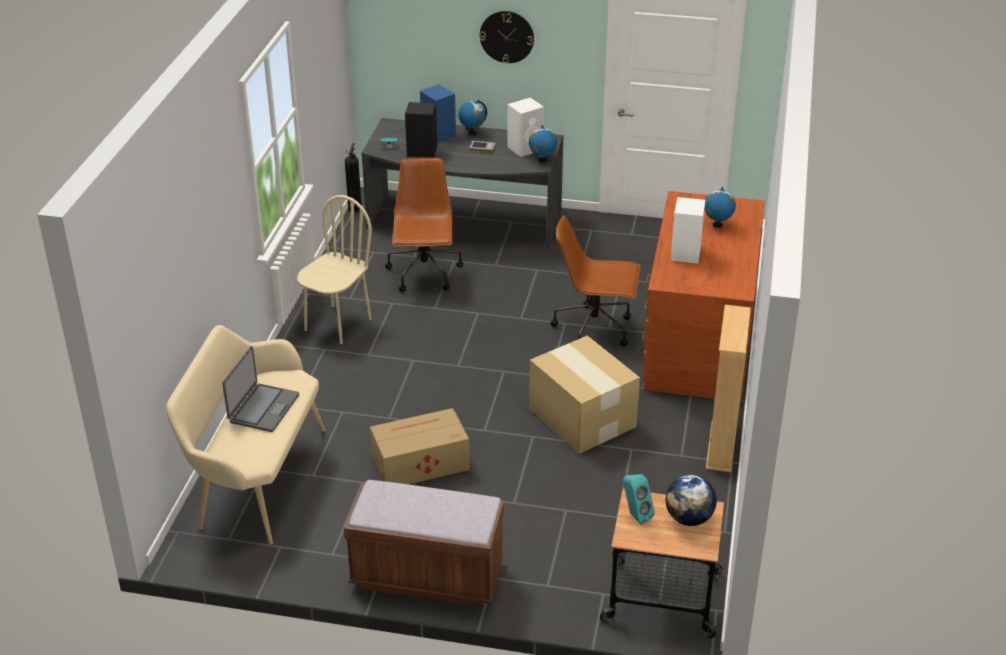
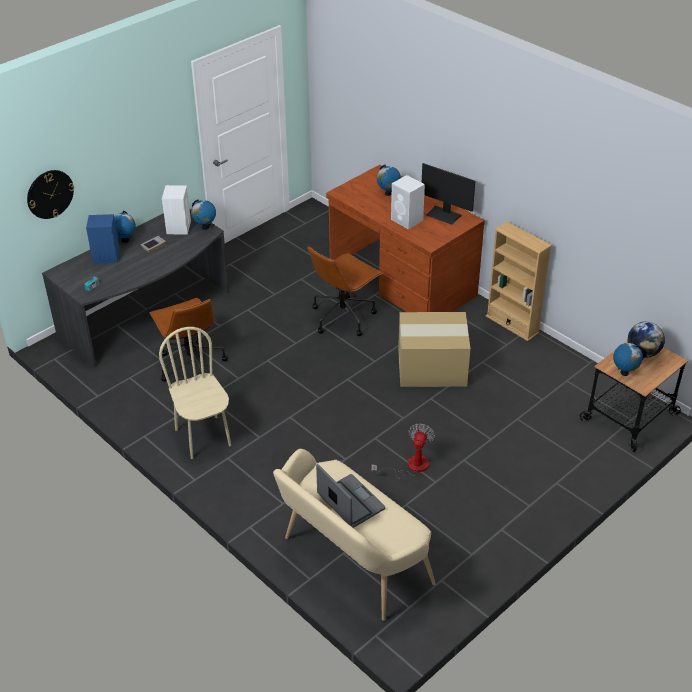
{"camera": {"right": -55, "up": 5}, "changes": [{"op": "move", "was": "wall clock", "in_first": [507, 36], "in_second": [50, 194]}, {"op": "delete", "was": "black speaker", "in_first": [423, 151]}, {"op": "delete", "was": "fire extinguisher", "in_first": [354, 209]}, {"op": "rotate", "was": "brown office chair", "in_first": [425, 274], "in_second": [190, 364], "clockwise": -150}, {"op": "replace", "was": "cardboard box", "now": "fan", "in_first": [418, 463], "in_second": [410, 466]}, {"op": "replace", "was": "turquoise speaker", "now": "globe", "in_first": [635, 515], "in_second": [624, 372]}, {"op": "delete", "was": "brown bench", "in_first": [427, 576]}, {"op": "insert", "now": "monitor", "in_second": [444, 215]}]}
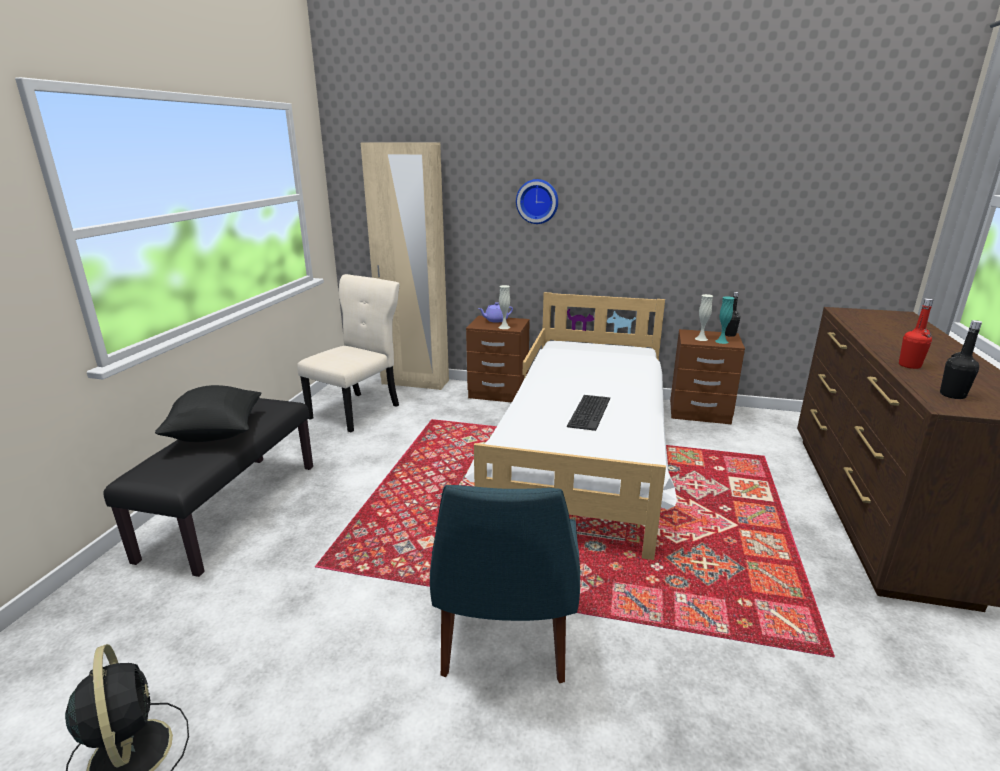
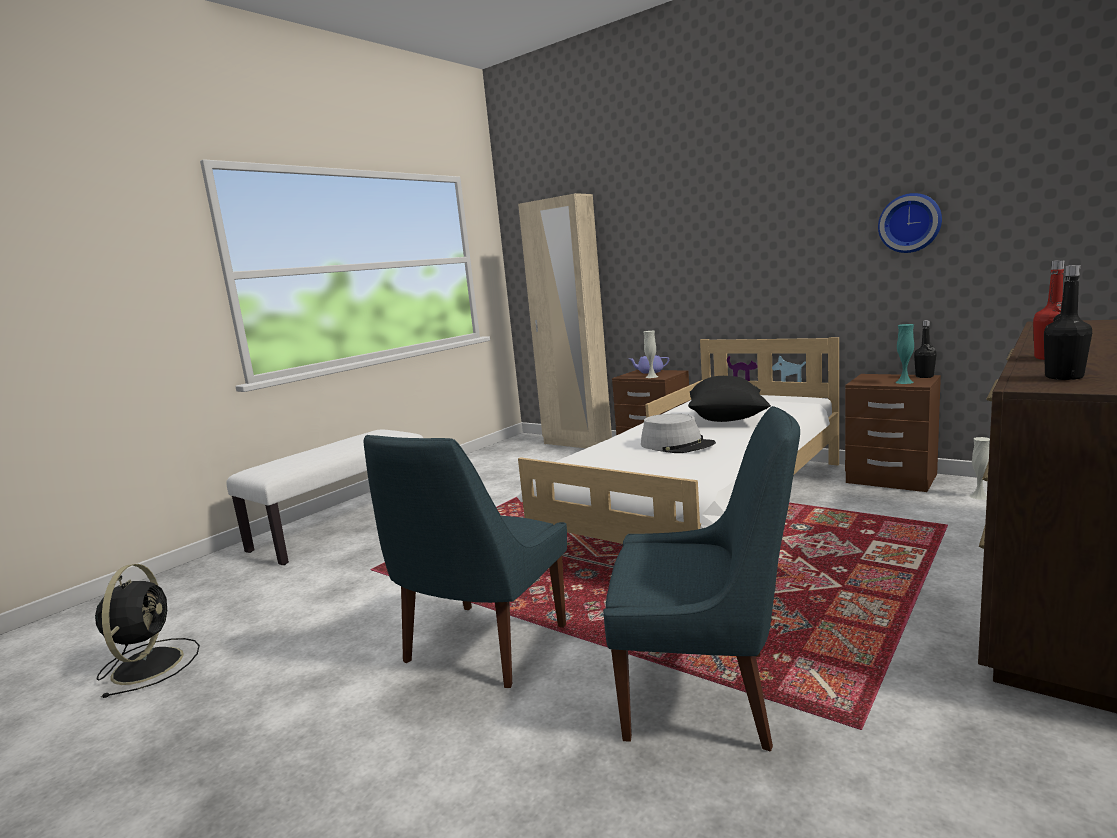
{"camera": {"right": 25, "up": -10}, "changes": [{"op": "move", "was": "wall clock", "in_first": [537, 201], "in_second": [910, 223]}, {"op": "delete", "was": "beige chair", "in_first": [357, 411]}, {"op": "move", "was": "white vase", "in_first": [701, 339], "in_second": [979, 496]}, {"op": "move", "was": "black pillow", "in_first": [216, 433], "in_second": [727, 419]}, {"op": "replace", "was": "keyboard", "now": "grey hat", "in_first": [588, 412], "in_second": [677, 445]}, {"op": "recolor", "was": "black bench", "now": "white bench", "in_first": [232, 509], "in_second": [344, 525]}, {"op": "insert", "now": "blue chair", "in_second": [705, 695]}]}
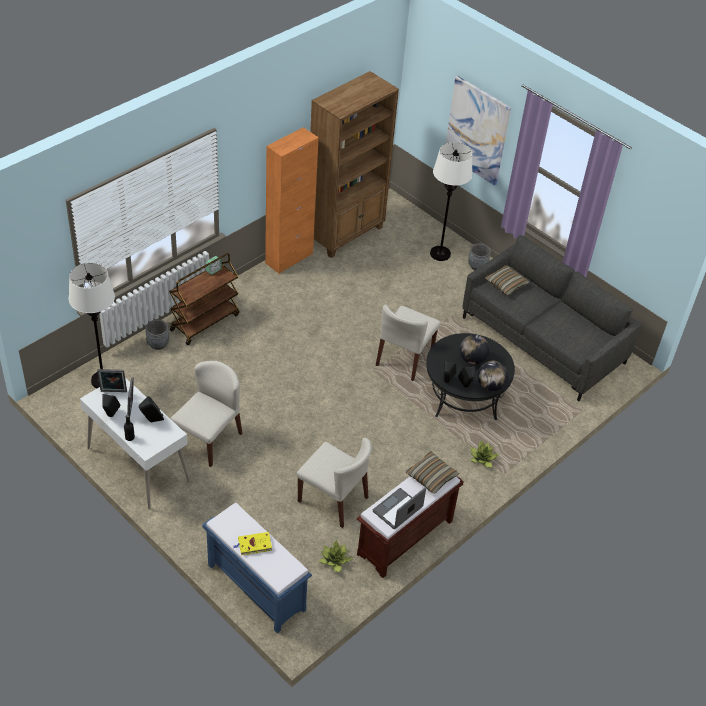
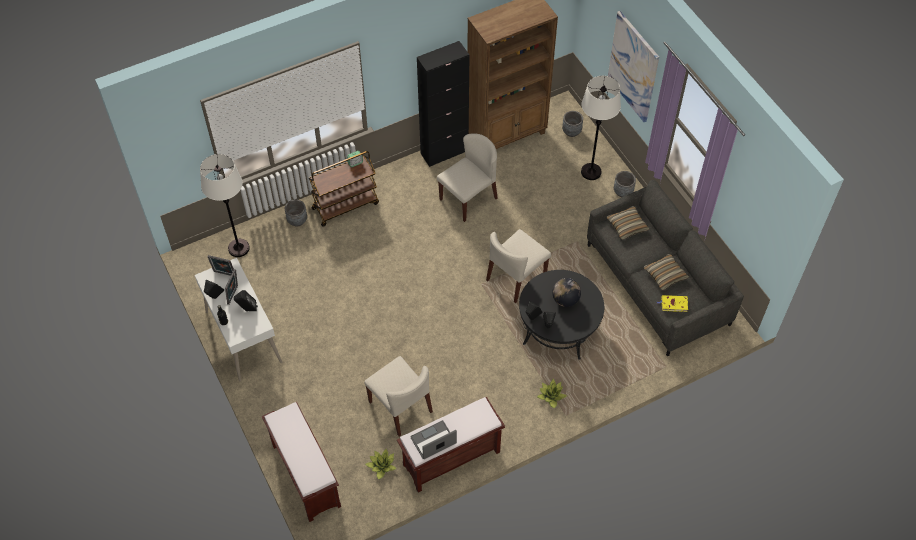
{"camera": {"right": 20, "up": 10}, "changes": [{"op": "recolor", "was": "orange cabinet", "now": "black cabinet", "in_first": [289, 258], "in_second": [444, 152]}, {"op": "move", "was": "beige chair", "in_first": [208, 439], "in_second": [468, 198]}, {"op": "delete", "was": "globe", "in_first": [490, 386]}, {"op": "move", "was": "pillow", "in_first": [431, 476], "in_second": [665, 275]}, {"op": "recolor", "was": "blue bench", "now": "brown bench", "in_first": [255, 587], "in_second": [305, 475]}, {"op": "move", "was": "yellow book", "in_first": [253, 545], "in_second": [673, 304]}, {"op": "insert", "now": "grey planter", "in_second": [571, 131]}]}
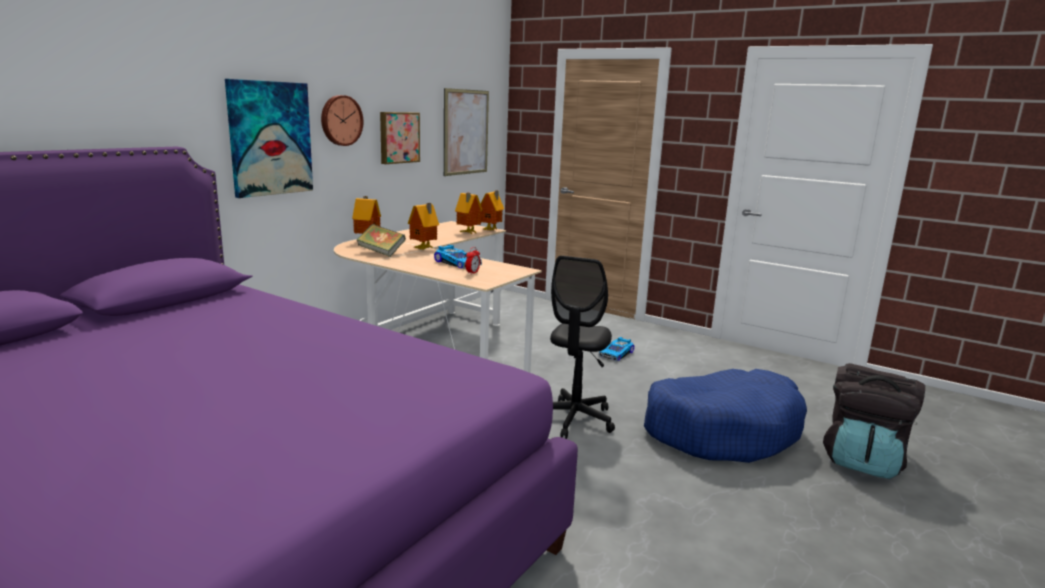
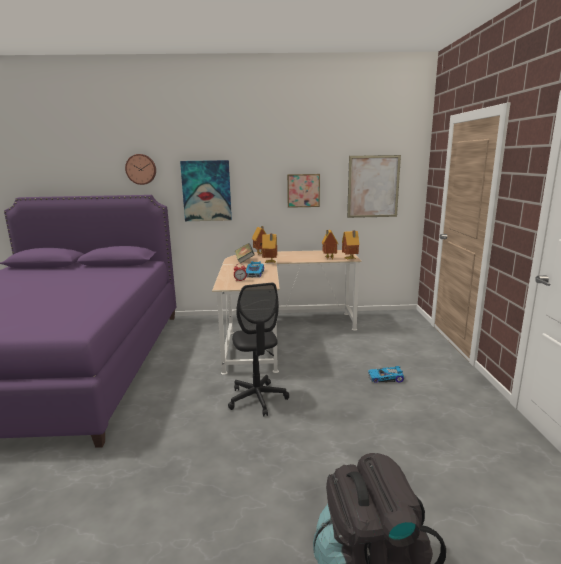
{"camera": {"right": 55, "up": 0}, "changes": [{"op": "move", "was": "wall clock", "in_first": [340, 120], "in_second": [141, 169]}, {"op": "rotate", "was": "black office chair", "in_first": [574, 419], "in_second": [257, 399], "clockwise": -90}, {"op": "delete", "was": "blue dog bed", "in_first": [721, 430]}]}
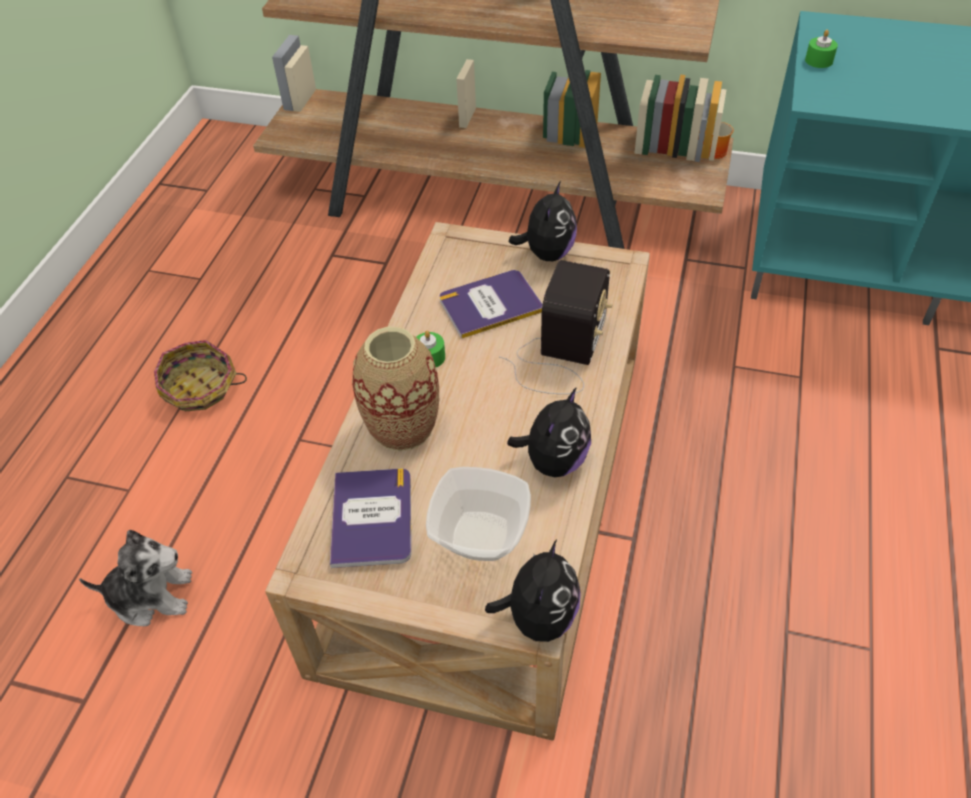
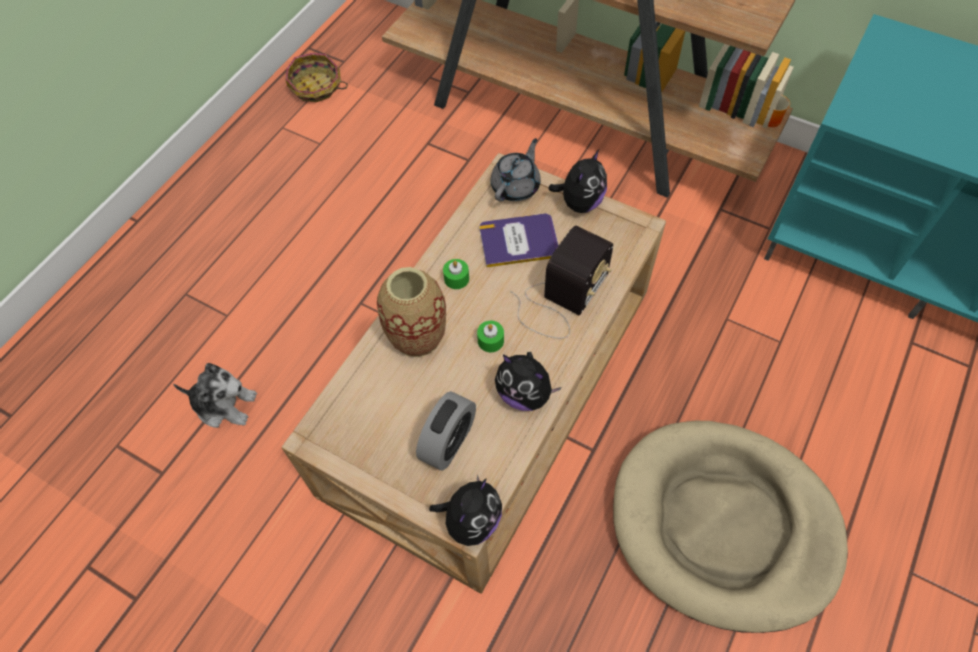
{"camera": {"right": 15, "up": 10}, "changes": [{"op": "move", "was": "green candle", "in_first": [819, 60], "in_second": [490, 340]}, {"op": "move", "was": "basket", "in_first": [200, 388], "in_second": [316, 87]}, {"op": "rotate", "was": "plush toy", "in_first": [554, 461], "in_second": [524, 394], "clockwise": 75}, {"op": "replace", "was": "bowl", "now": "alarm clock", "in_first": [479, 534], "in_second": [448, 441]}, {"op": "delete", "was": "book", "in_first": [372, 518]}, {"op": "insert", "now": "grey teapot", "in_second": [516, 186]}, {"op": "insert", "now": "beige dog bed", "in_second": [723, 525]}]}
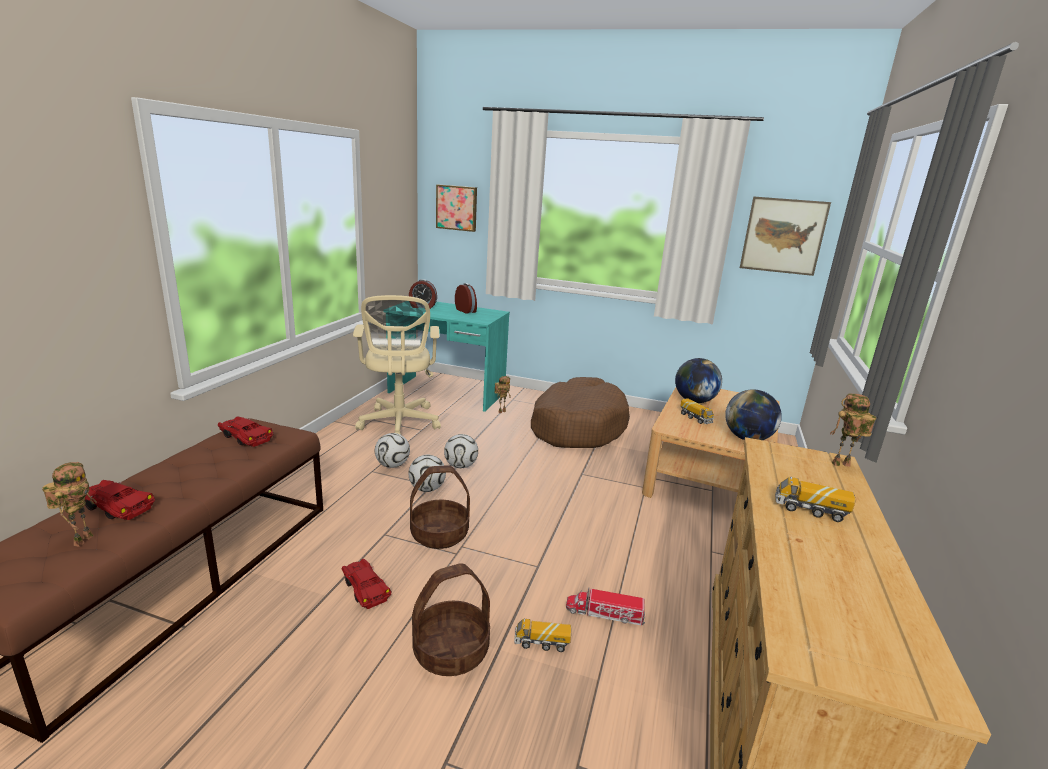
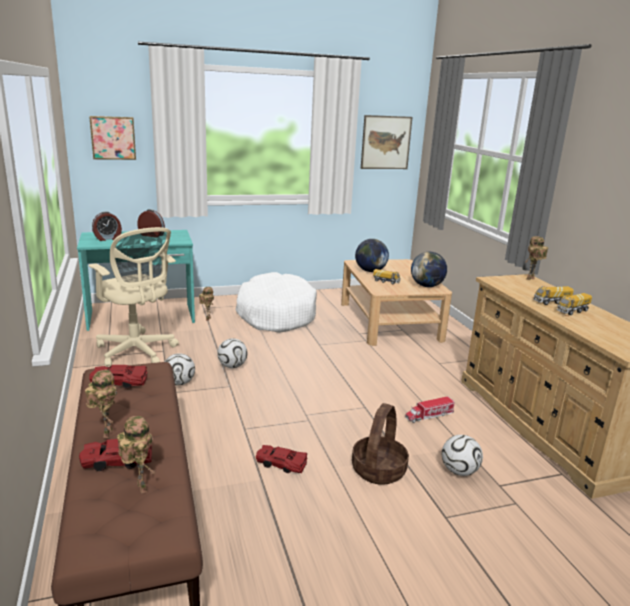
{"camera": {"right": -35, "up": 0}, "changes": [{"op": "recolor", "was": "brown dog bed", "now": "white dog bed", "in_first": [577, 426], "in_second": [276, 314]}, {"op": "move", "was": "football", "in_first": [427, 489], "in_second": [459, 471]}, {"op": "delete", "was": "basket", "in_first": [439, 534]}, {"op": "move", "was": "toy truck", "in_first": [541, 643], "in_second": [572, 311]}, {"op": "insert", "now": "toy robot", "in_second": [106, 433]}]}
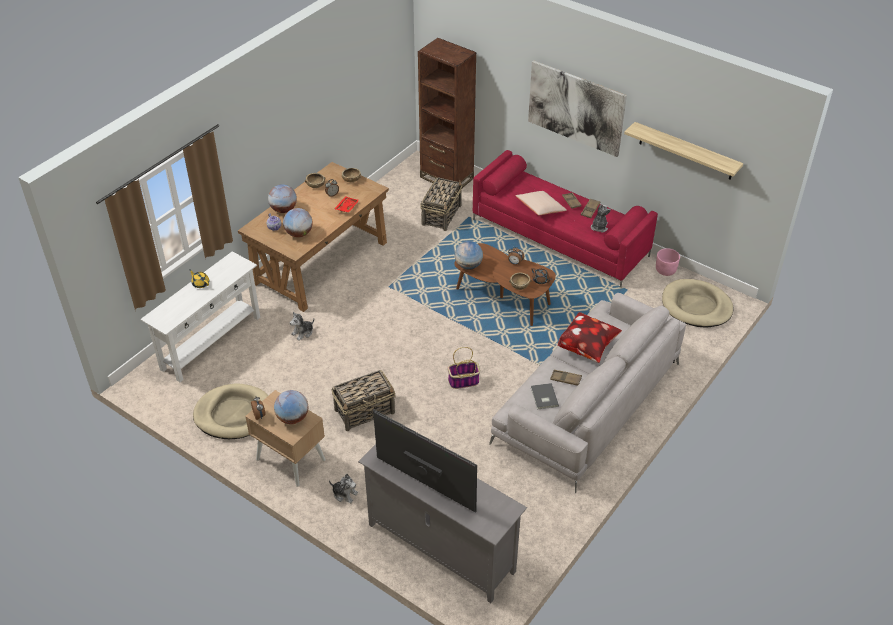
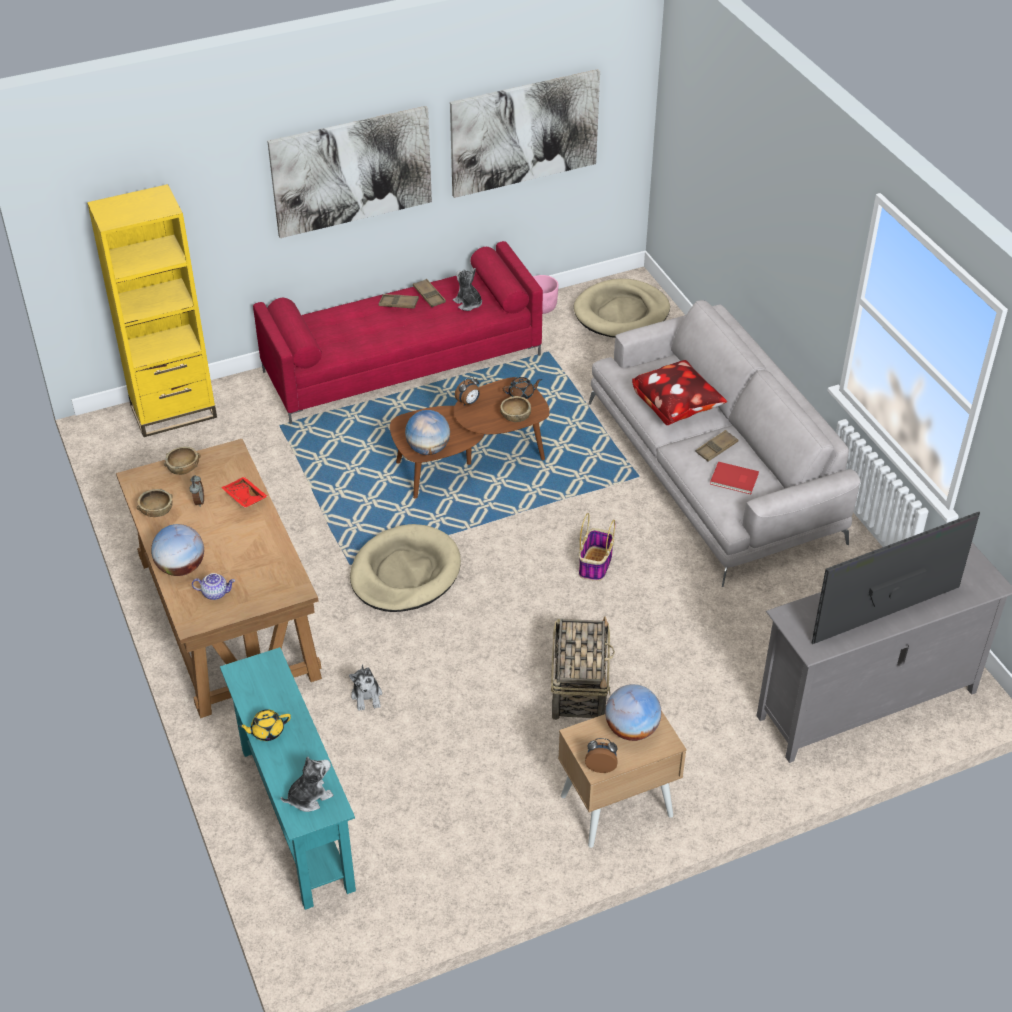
{"camera": {"right": -60, "up": 0}, "changes": [{"op": "recolor", "was": "brown bookcase", "now": "yellow bookcase", "in_first": [446, 178], "in_second": [173, 412]}, {"op": "replace", "was": "shelf", "now": "picture", "in_first": [686, 151], "in_second": [524, 132]}, {"op": "delete", "was": "basket", "in_first": [442, 215]}, {"op": "delete", "was": "beige pillow", "in_first": [540, 209]}, {"op": "delete", "was": "globe", "in_first": [299, 233]}, {"op": "recolor", "was": "white console table", "now": "turquoise console table", "in_first": [211, 342], "in_second": [296, 818]}, {"op": "move", "was": "beige dog bed", "in_first": [233, 414], "in_second": [405, 573]}, {"op": "recolor", "was": "grey book", "now": "red book", "in_first": [543, 397], "in_second": [734, 480]}, {"op": "move", "was": "plush toy", "in_first": [344, 494], "in_second": [309, 796]}]}
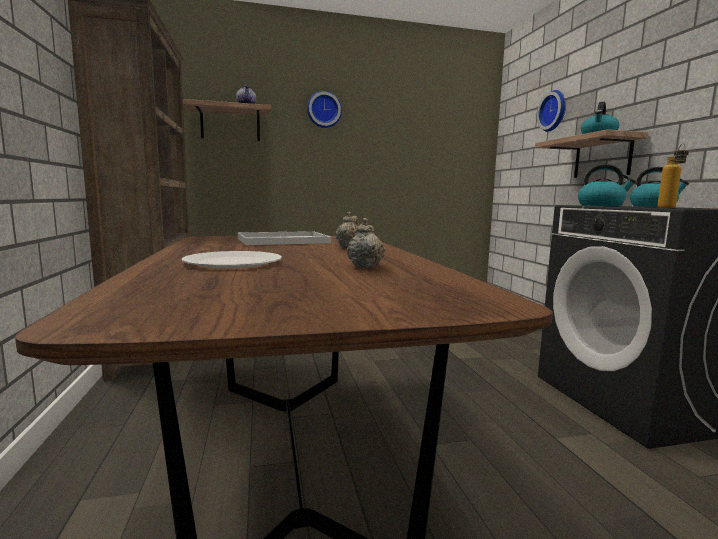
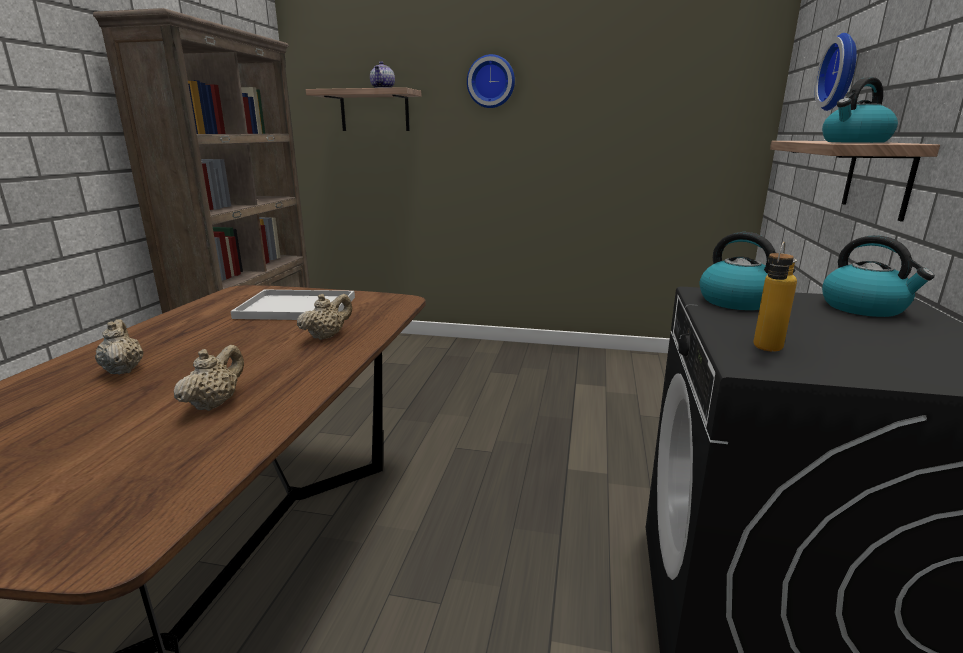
{"camera": {"right": 25, "up": 10}, "changes": [{"op": "replace", "was": "white plate", "now": "beige teapot", "in_first": [233, 262], "in_second": [123, 370]}]}
